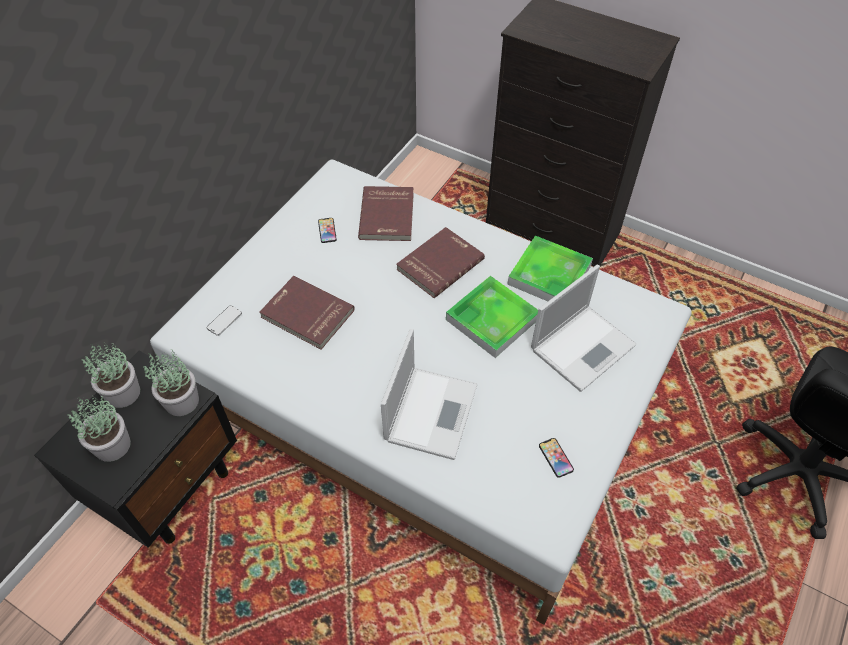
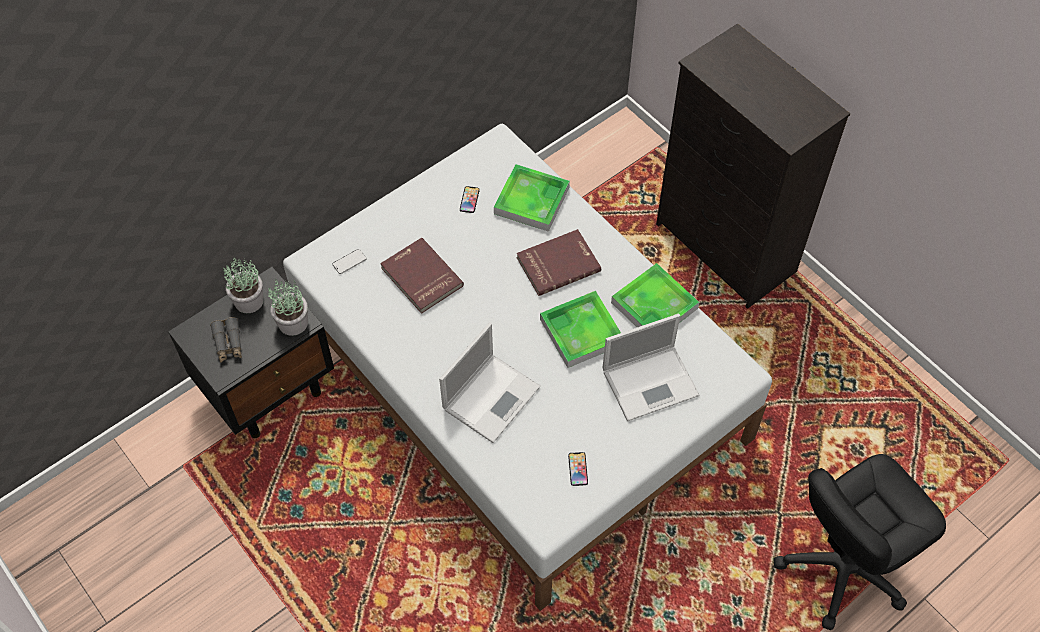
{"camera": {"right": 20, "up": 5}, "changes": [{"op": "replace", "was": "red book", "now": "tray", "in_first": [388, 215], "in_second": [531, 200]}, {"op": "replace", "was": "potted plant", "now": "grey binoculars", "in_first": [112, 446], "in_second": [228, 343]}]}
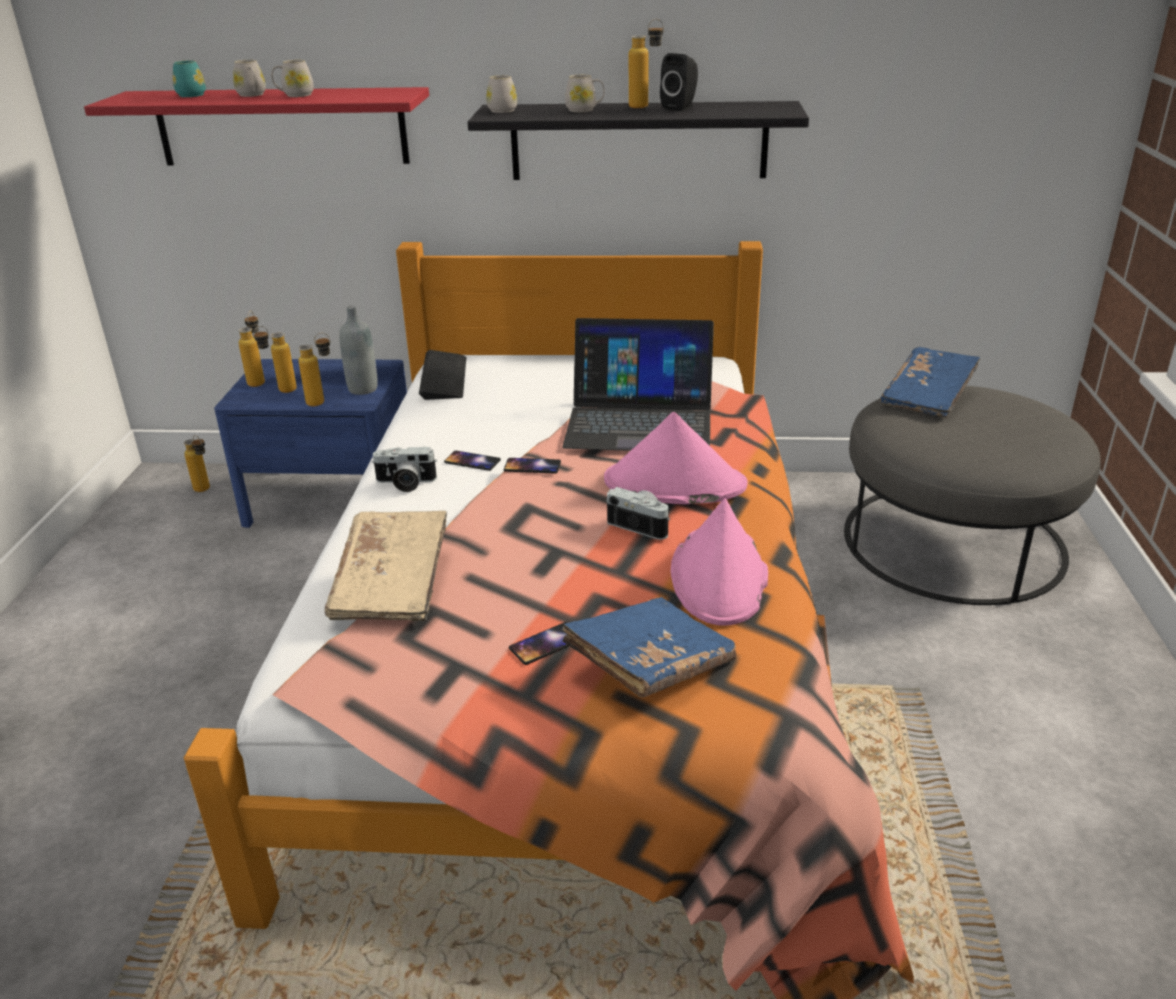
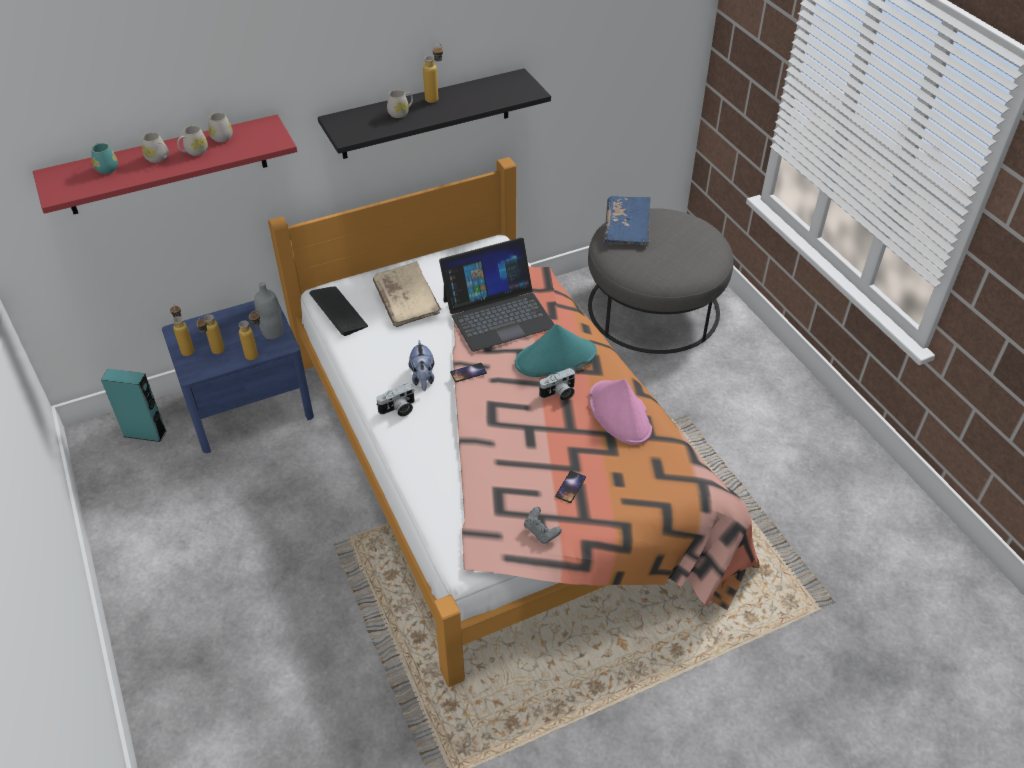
{"camera": {"right": -30, "up": 15}, "changes": [{"op": "delete", "was": "black speaker", "in_first": [680, 107]}, {"op": "move", "was": "white mug", "in_first": [502, 110], "in_second": [221, 136]}, {"op": "recolor", "was": "pink hat", "now": "turquoise hat", "in_first": [674, 484], "in_second": [555, 359]}, {"op": "replace", "was": "bottle", "now": "turquoise speaker", "in_first": [205, 490], "in_second": [145, 433]}, {"op": "replace", "was": "phone", "now": "plush toy", "in_first": [472, 461], "in_second": [423, 378]}, {"op": "rotate", "was": "photo camera", "in_first": [642, 525], "in_second": [559, 394], "clockwise": 150}, {"op": "move", "was": "beige book", "in_first": [392, 585], "in_second": [407, 303]}, {"op": "delete", "was": "blue book", "in_first": [650, 665]}, {"op": "insert", "now": "grey game controller", "in_second": [541, 532]}]}
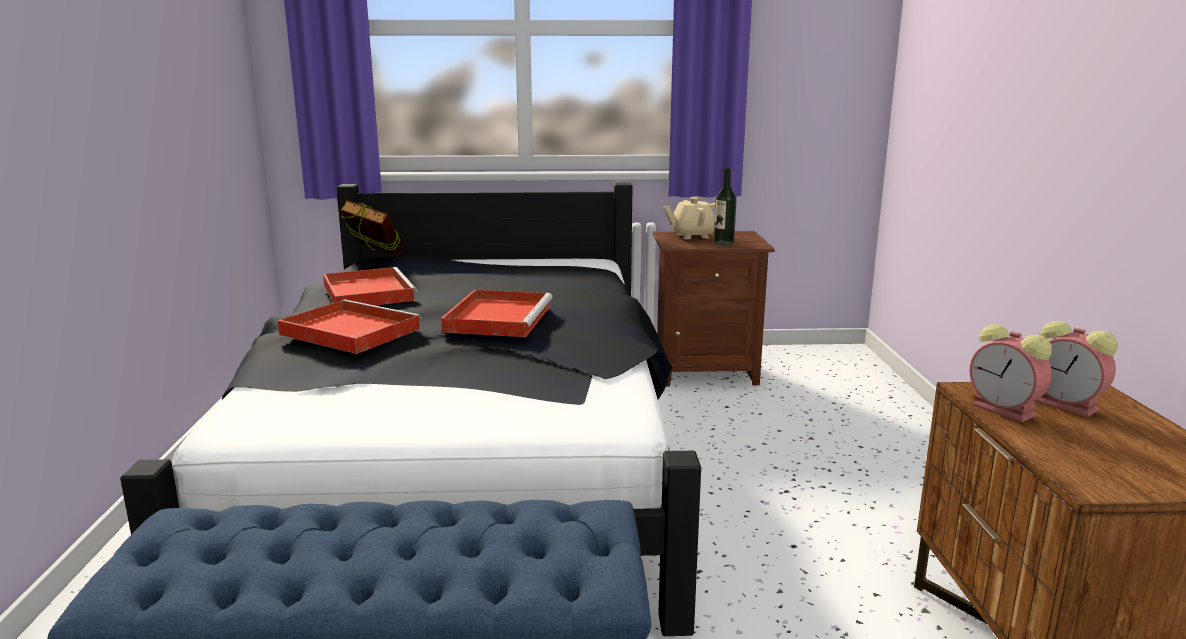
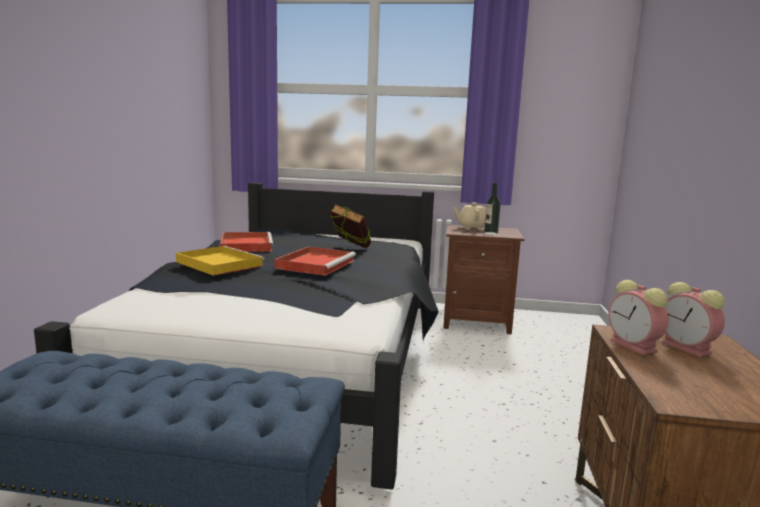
{"camera": {"right": 10, "up": -5}, "changes": [{"op": "move", "was": "book", "in_first": [374, 259], "in_second": [350, 249]}, {"op": "recolor", "was": "red tray", "now": "yellow tray", "in_first": [348, 331], "in_second": [218, 263]}]}
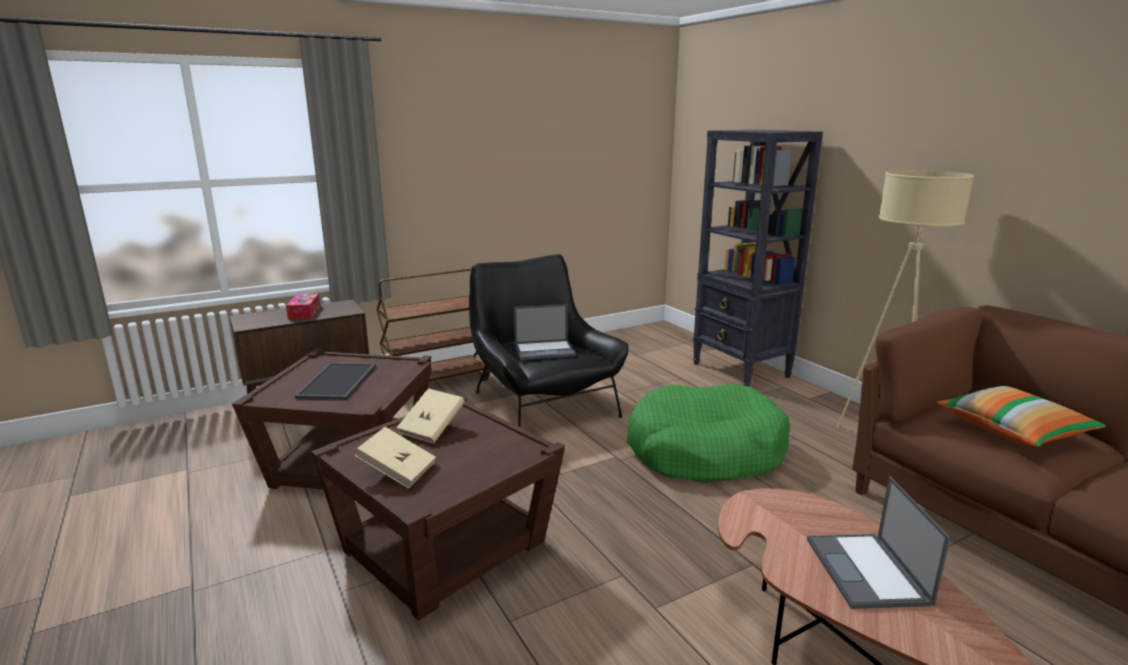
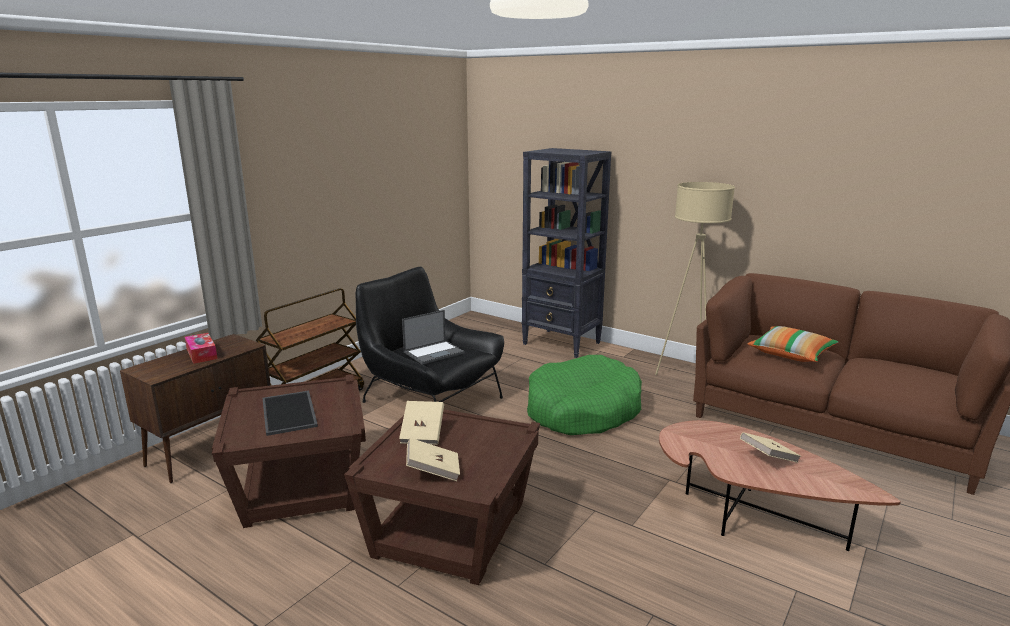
{"camera": {"right": -25, "up": 0}, "changes": [{"op": "replace", "was": "laptop", "now": "beige book", "in_first": [868, 571], "in_second": [768, 458]}]}
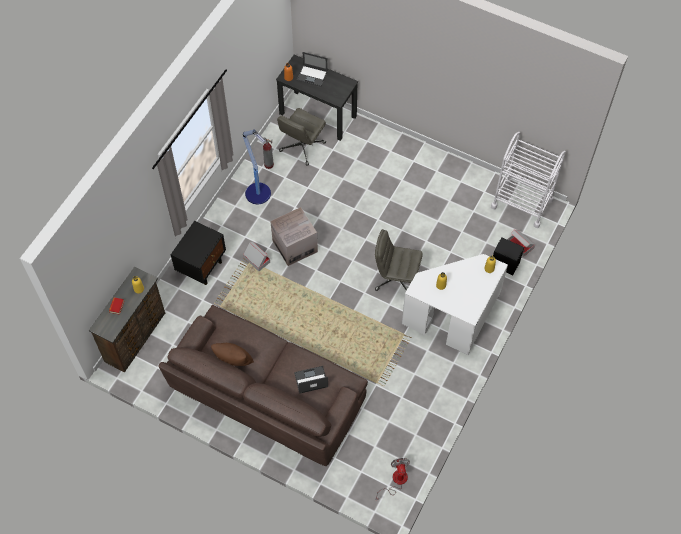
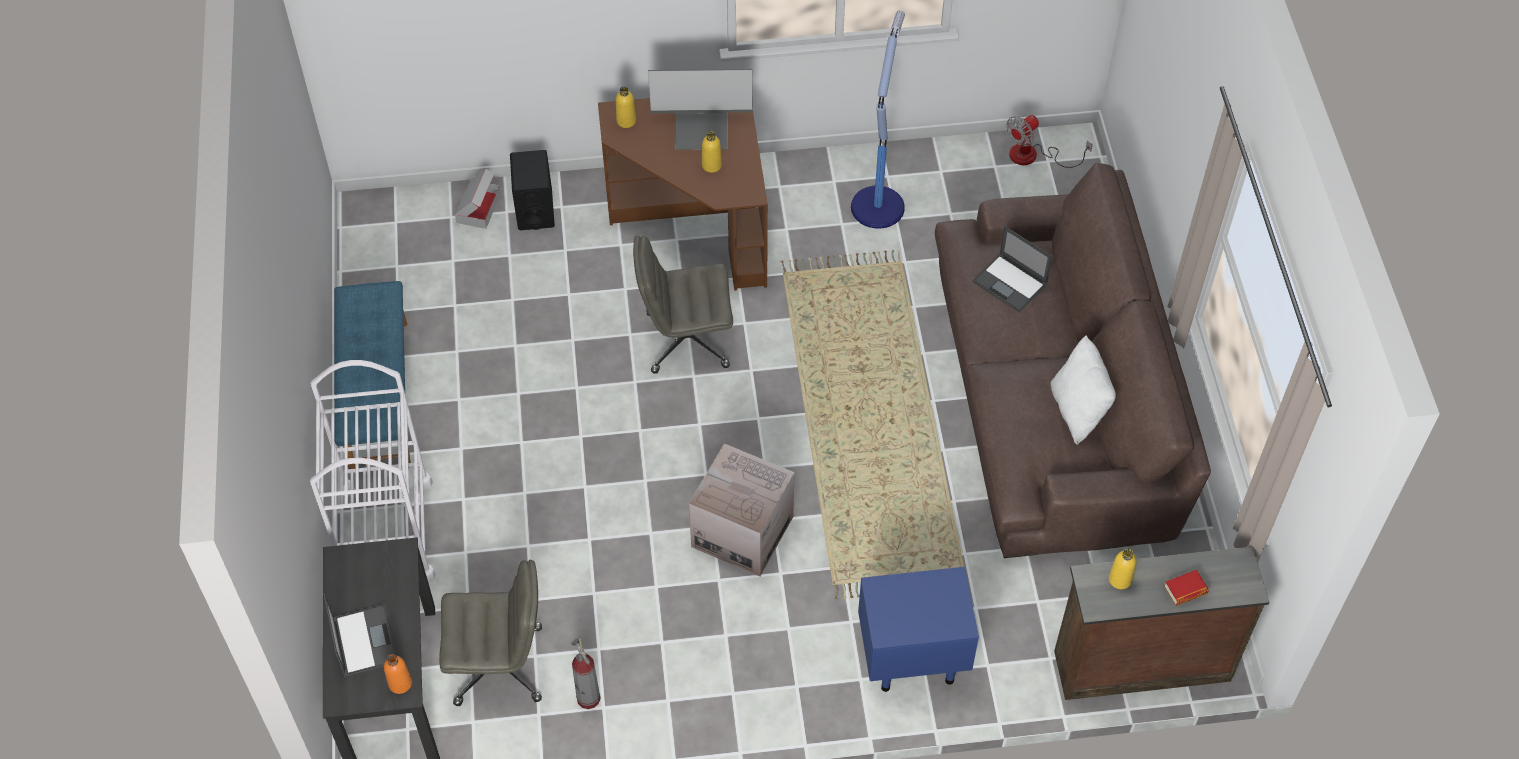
{"camera": {"right": -125, "up": -5}, "changes": [{"op": "move", "was": "floor lamp", "in_first": [258, 194], "in_second": [877, 205]}, {"op": "move", "was": "white cart", "in_first": [522, 203], "in_second": [387, 532]}, {"op": "recolor", "was": "black nightstand", "now": "blue nightstand", "in_first": [202, 266], "in_second": [911, 657]}, {"op": "rotate", "was": "grey office chair", "in_first": [396, 279], "in_second": [686, 340], "clockwise": 105}, {"op": "delete", "was": "cardboard box", "in_first": [256, 259]}, {"op": "recolor", "was": "white desk", "now": "brown desk", "in_first": [454, 316], "in_second": [694, 226]}, {"op": "recolor", "was": "brown pillow", "now": "white pillow", "in_first": [233, 361], "in_second": [1078, 410]}, {"op": "insert", "now": "monitor", "in_second": [702, 129]}, {"op": "insert", "now": "blue bench", "in_second": [378, 395]}]}
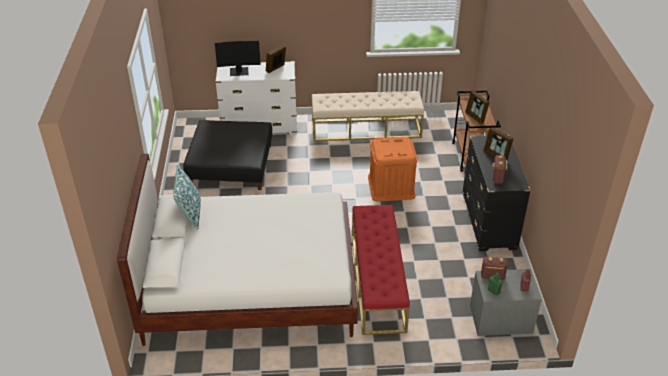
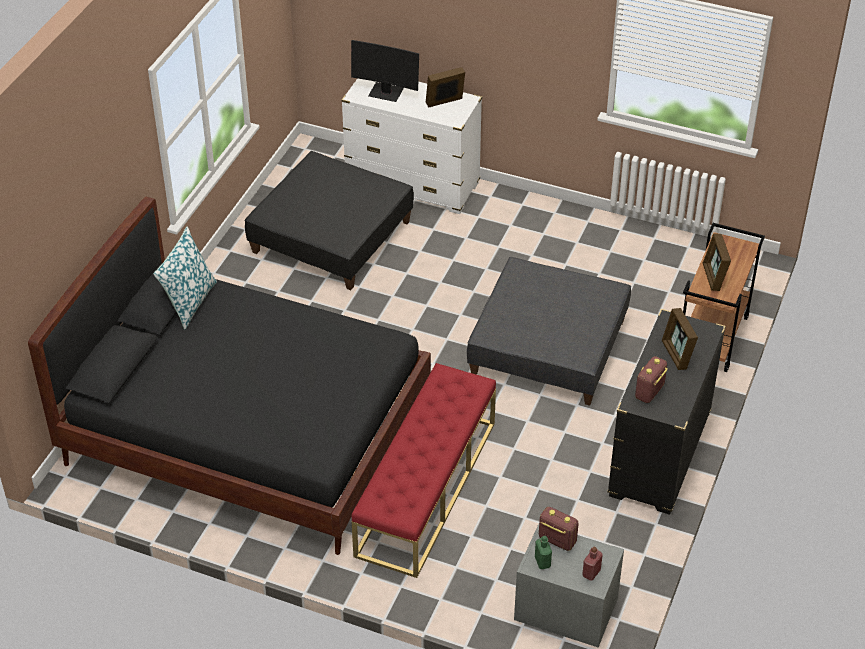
{"camera": {"right": 25, "up": 5}, "changes": [{"op": "delete", "was": "beige bench", "in_first": [366, 129]}, {"op": "replace", "was": "orange storage box", "now": "grey ottoman", "in_first": [391, 186], "in_second": [547, 347]}, {"op": "recolor", "was": "white bed", "now": "black bed", "in_first": [250, 286], "in_second": [247, 432]}]}
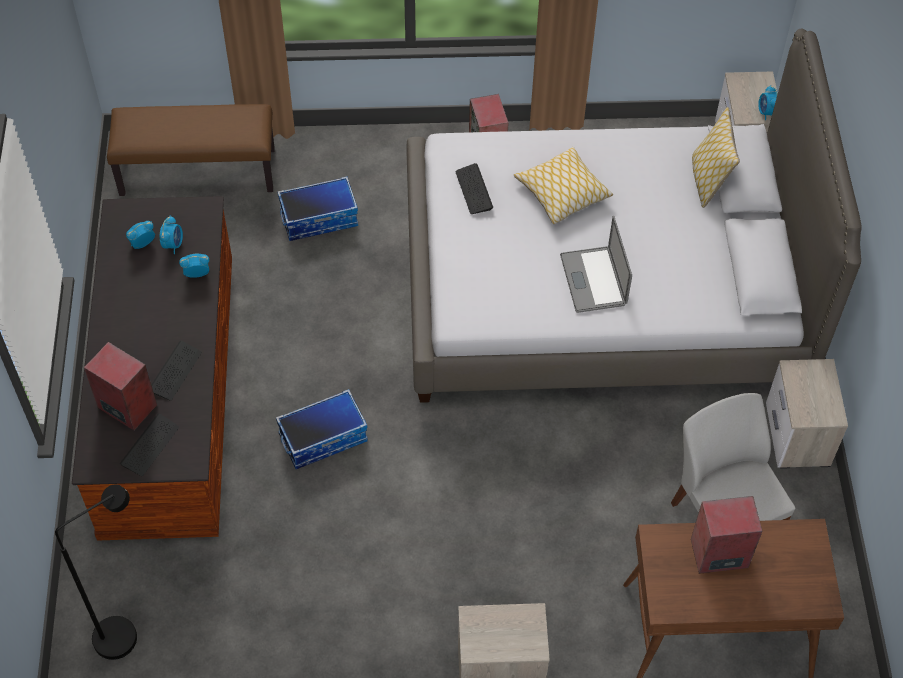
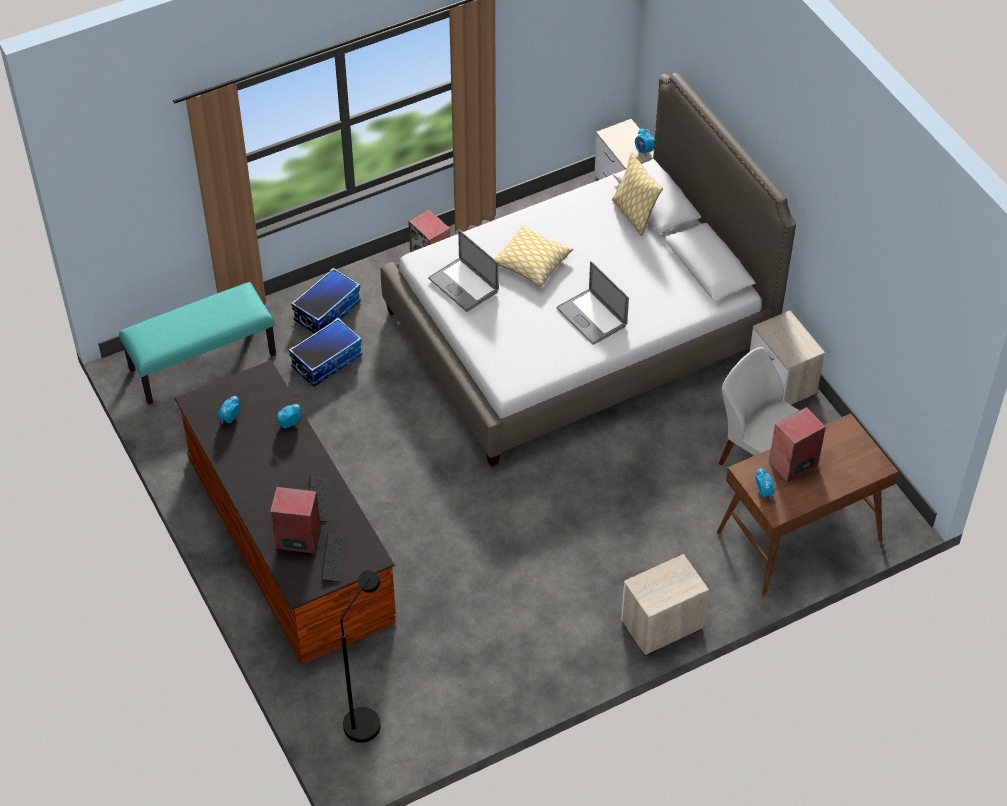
{"camera": {"right": -25, "up": -5}, "changes": [{"op": "recolor", "was": "brown bench", "now": "turquoise bench", "in_first": [198, 171], "in_second": [203, 361]}, {"op": "replace", "was": "keyboard", "now": "laptop", "in_first": [474, 190], "in_second": [463, 285]}, {"op": "move", "was": "alarm clock", "in_first": [173, 244], "in_second": [763, 492]}, {"op": "move", "was": "storage box", "in_first": [323, 437], "in_second": [327, 311]}]}
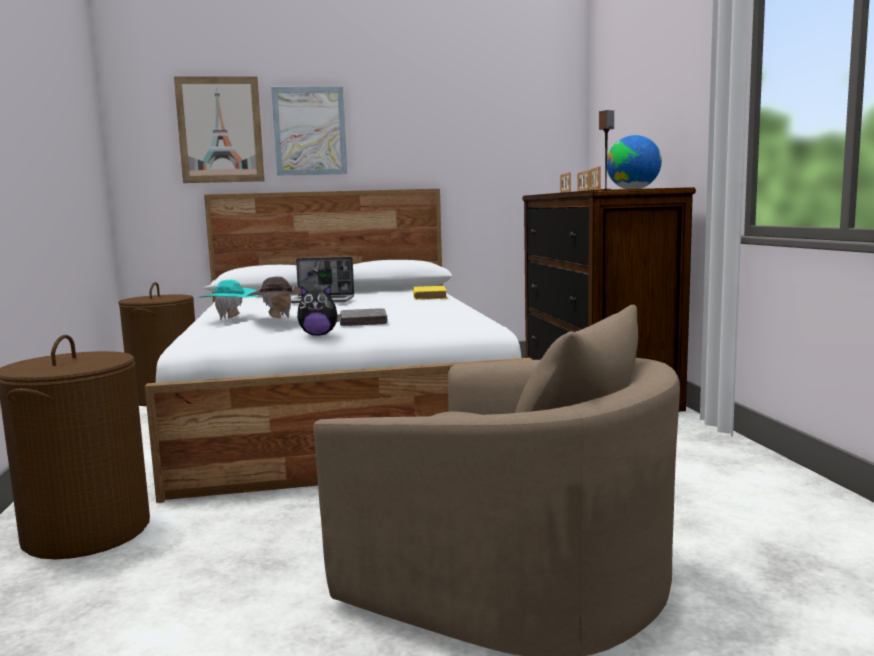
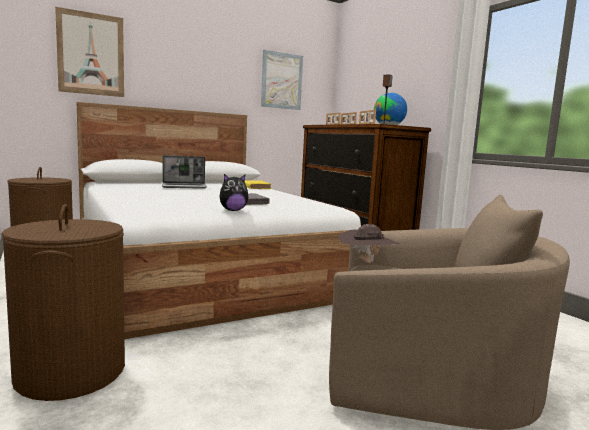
{"camera": {"right": -20, "up": 0}, "changes": [{"op": "move", "was": "picture", "in_first": [310, 131], "in_second": [281, 81]}, {"op": "move", "was": "brown hat", "in_first": [277, 319], "in_second": [366, 264]}, {"op": "delete", "was": "turquoise hat", "in_first": [231, 319]}]}
